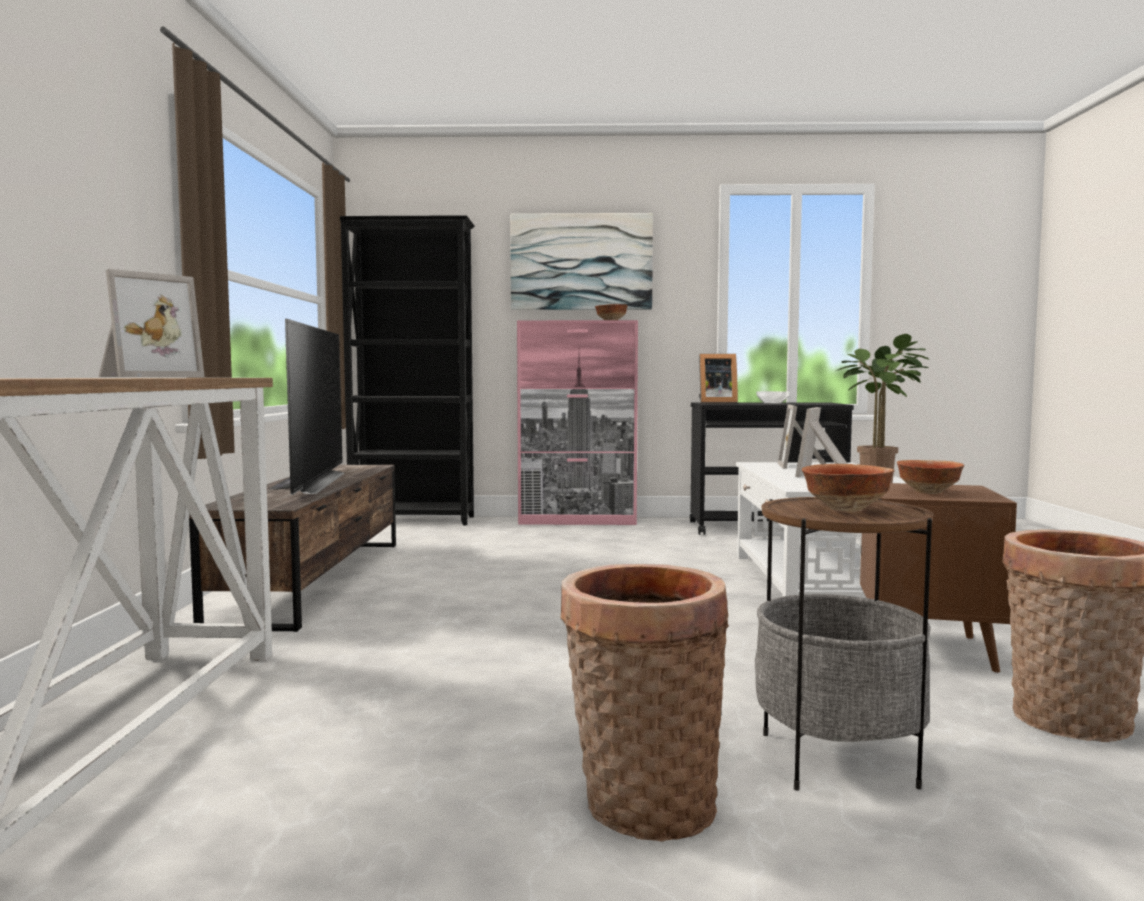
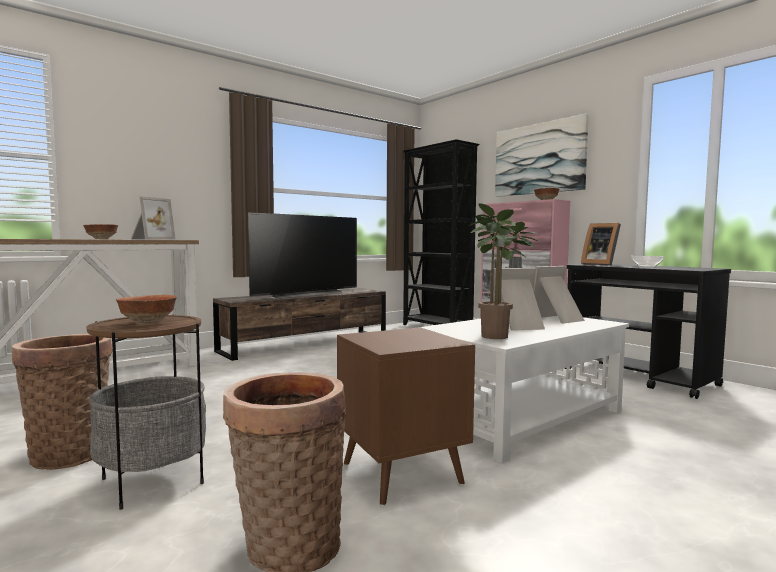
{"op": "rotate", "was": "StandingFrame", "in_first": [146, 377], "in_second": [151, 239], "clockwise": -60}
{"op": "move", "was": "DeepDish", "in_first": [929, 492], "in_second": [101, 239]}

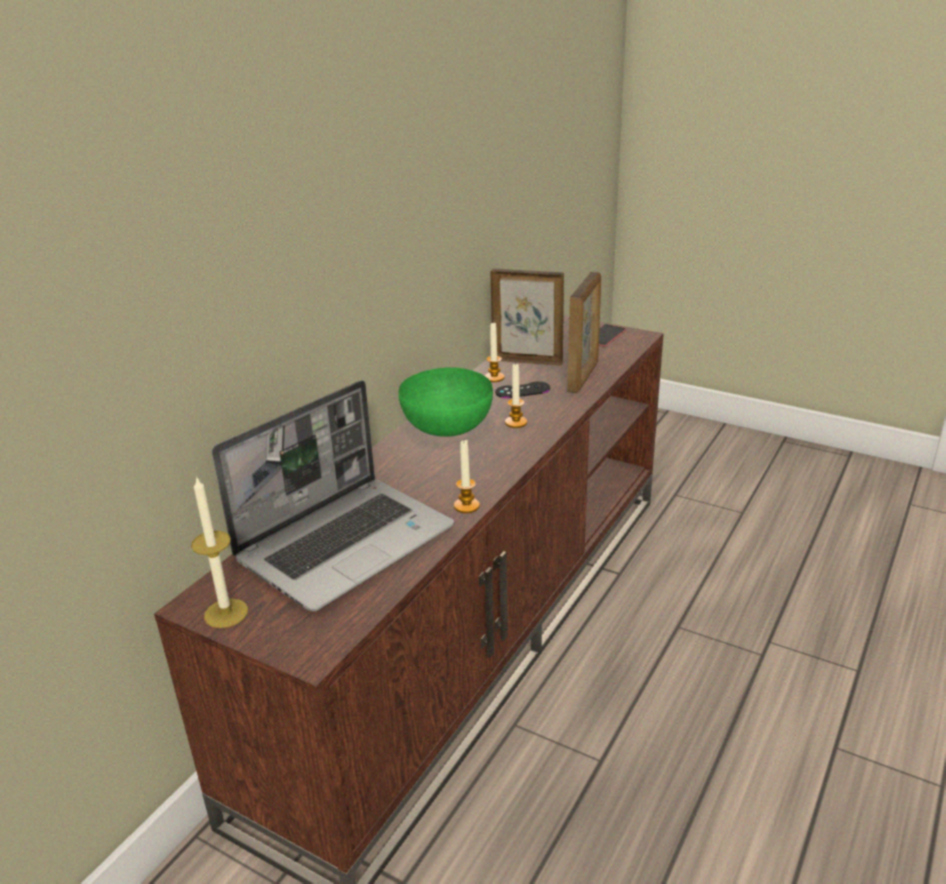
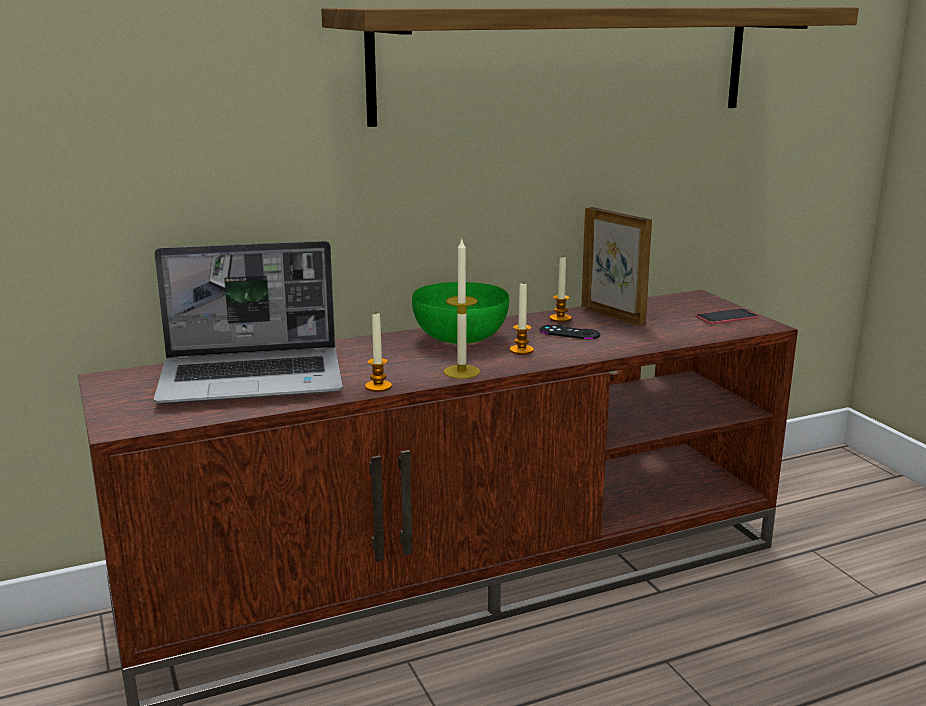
{"op": "delete", "was": "StandingFrame", "in_first": [583, 377]}
{"op": "move", "was": "WaxLight", "in_first": [226, 613], "in_second": [461, 372]}
{"op": "insert", "now": "BracketShelf", "in_second": [567, 62]}

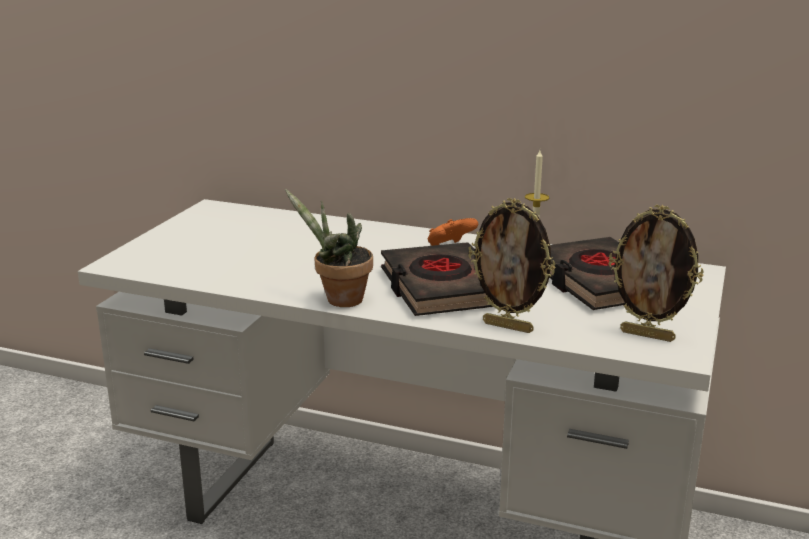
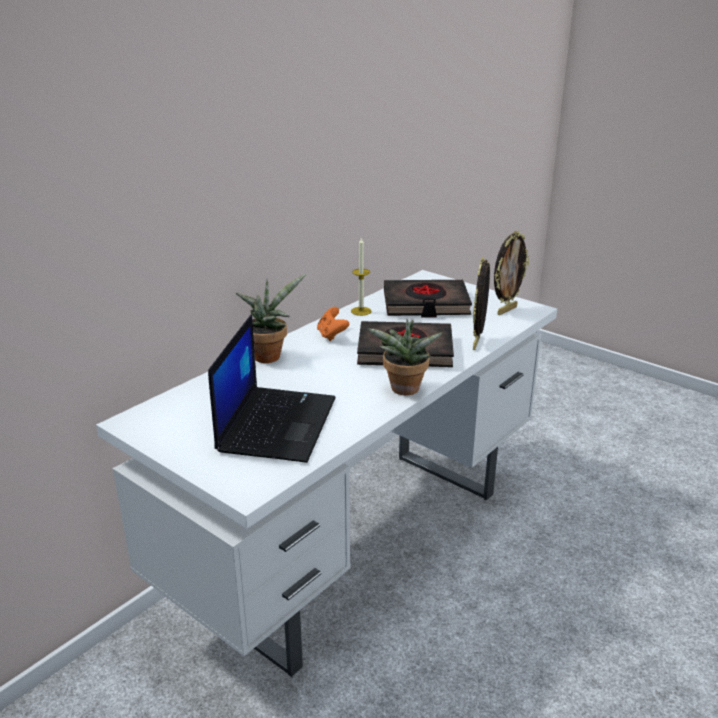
{"op": "rotate", "was": "StandingFrame", "in_first": [508, 327], "in_second": [477, 343], "clockwise": 150}
{"op": "insert", "now": "Houseplant", "in_second": [269, 355]}
{"op": "insert", "now": "PortableComputer", "in_second": [276, 423]}

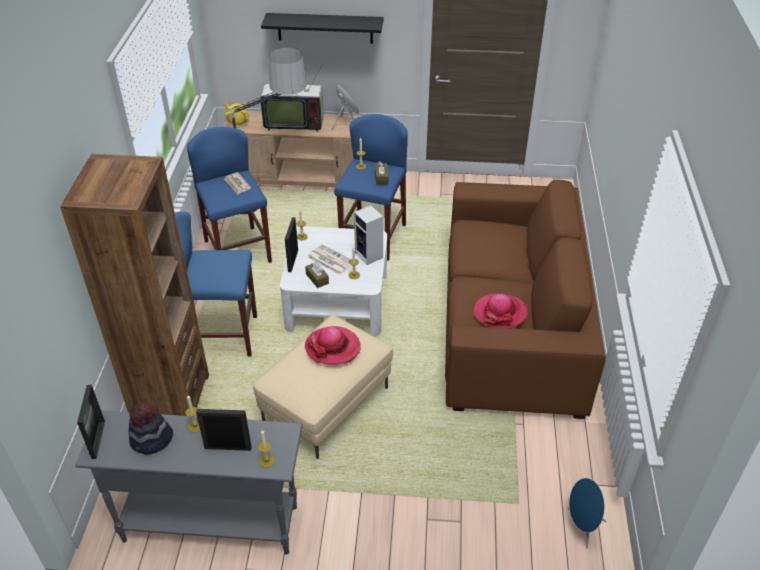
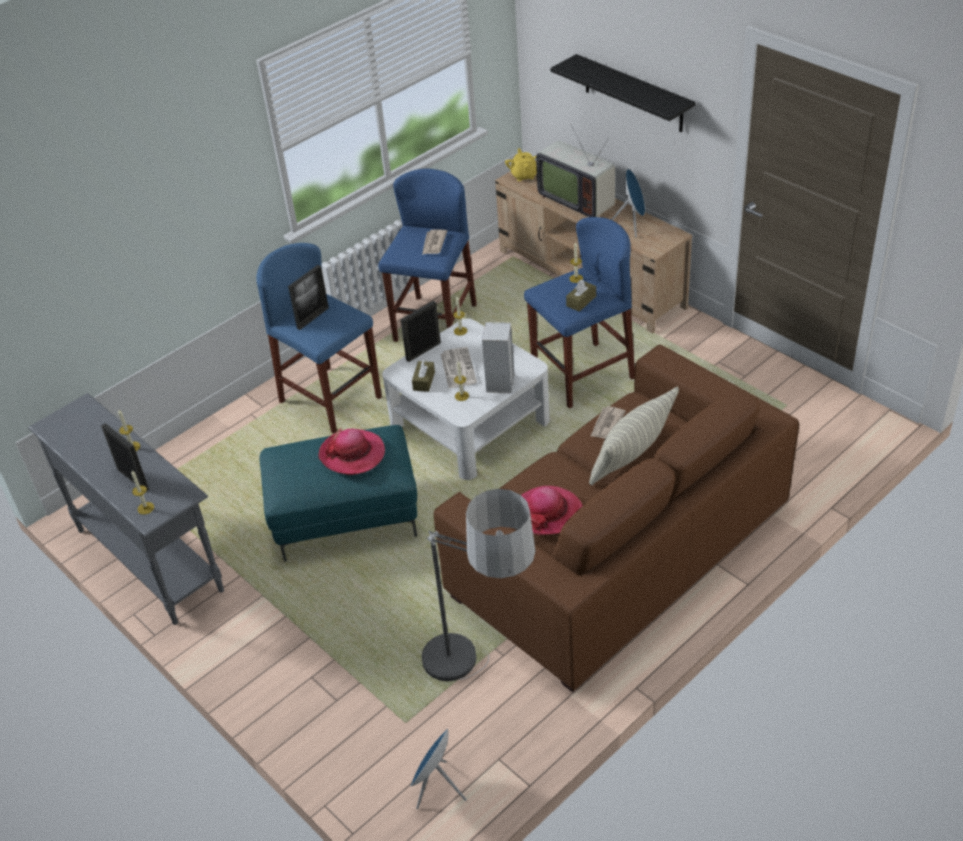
{"op": "move", "was": "StandardLamp", "in_first": [271, 206], "in_second": [482, 684]}
{"op": "delete", "was": "BrownColouredShelvingUnit", "in_first": [171, 400]}
{"op": "recolor", "was": "BeigeOttoman", "now": "TurquoiseColouredOttoman", "in_first": [327, 406], "in_second": [345, 519]}
{"op": "move", "was": "StandingFrame", "in_first": [98, 439], "in_second": [313, 318]}
{"op": "delete", "was": "Hat", "in_first": [151, 440]}
{"op": "insert", "now": "ThrowPillow", "in_second": [632, 457]}
{"op": "insert", "now": "DailyPaper", "in_second": [606, 424]}

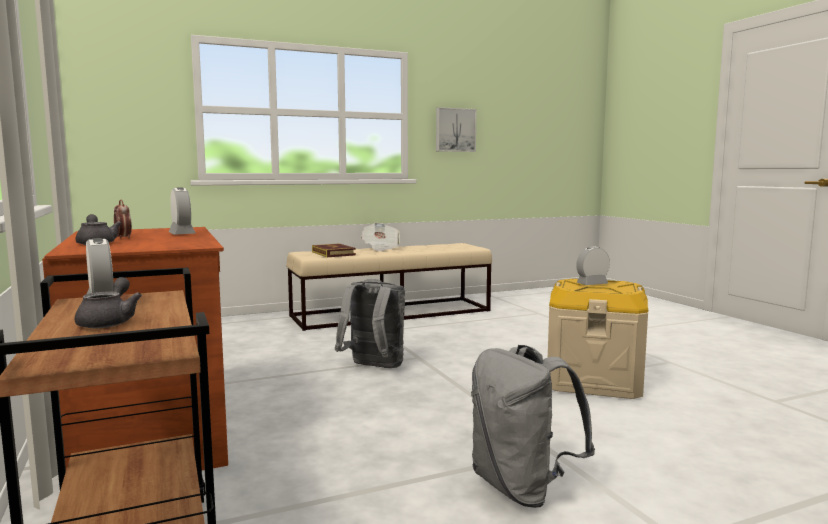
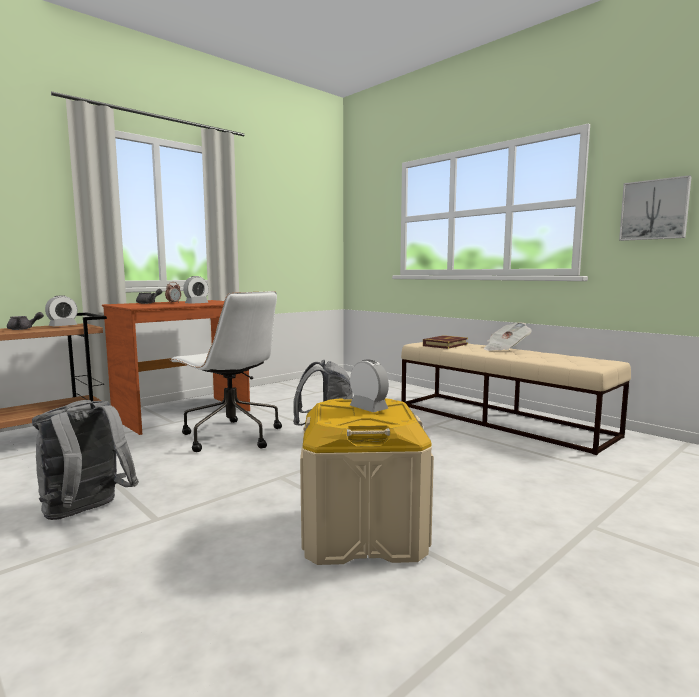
{"op": "insert", "now": "WhiteOfficeChair", "in_second": [230, 436]}

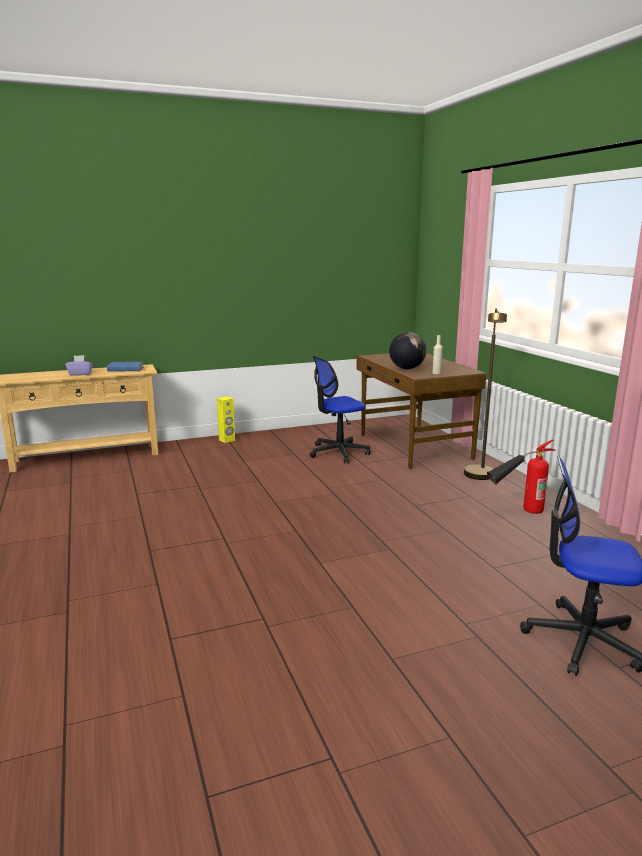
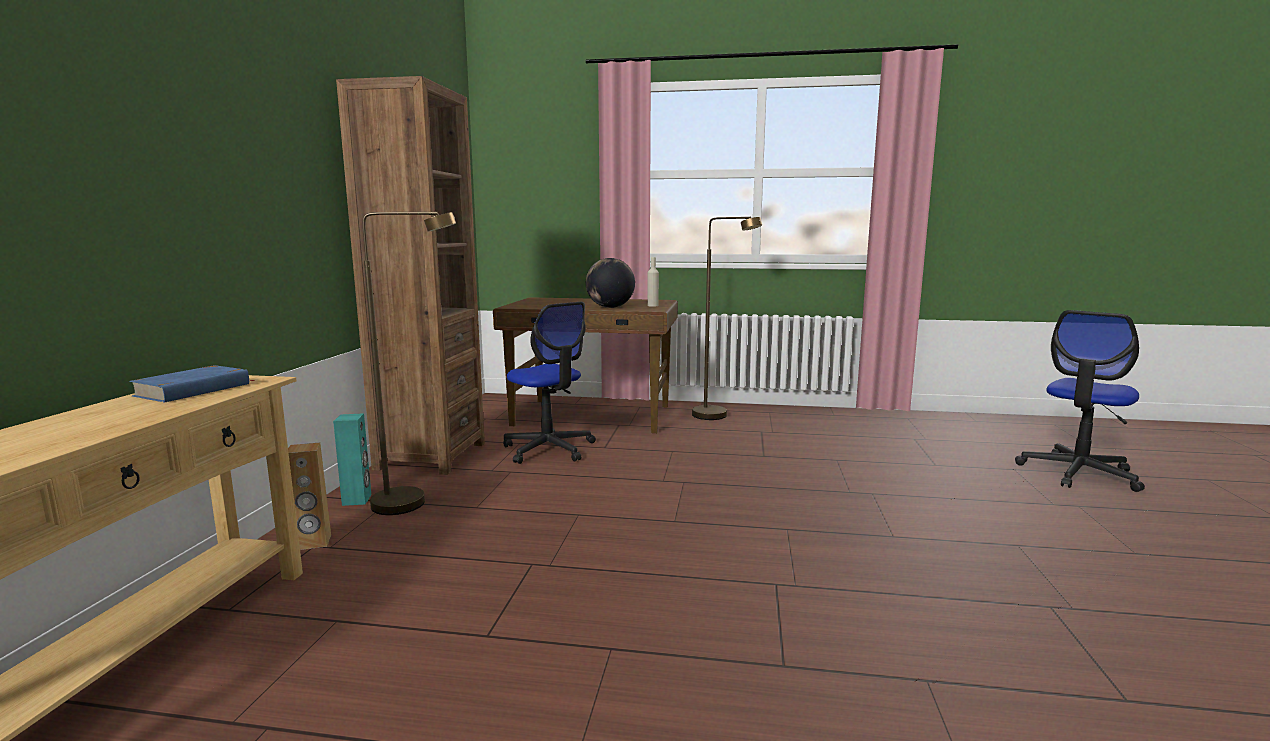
{"op": "delete", "was": "PurplishTissueBox", "in_first": [80, 374]}
{"op": "rotate", "was": "OfficeChair", "in_first": [338, 452], "in_second": [549, 449], "clockwise": -45}
{"op": "recolor", "was": "YellowishSpeaker", "now": "TurquoiseColouredSpeaker", "in_first": [227, 440], "in_second": [357, 500]}
{"op": "delete", "was": "Extinguisher", "in_first": [517, 511]}
{"op": "insert", "now": "BrownColouredShelvingUnit", "in_second": [431, 456]}
{"op": "insert", "now": "BrownColouredStandardLamp", "in_second": [414, 503]}
{"op": "insert", "now": "BrownColouredSpeaker", "in_second": [314, 542]}

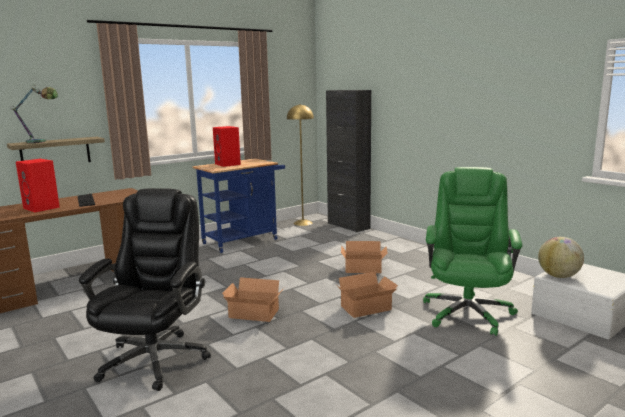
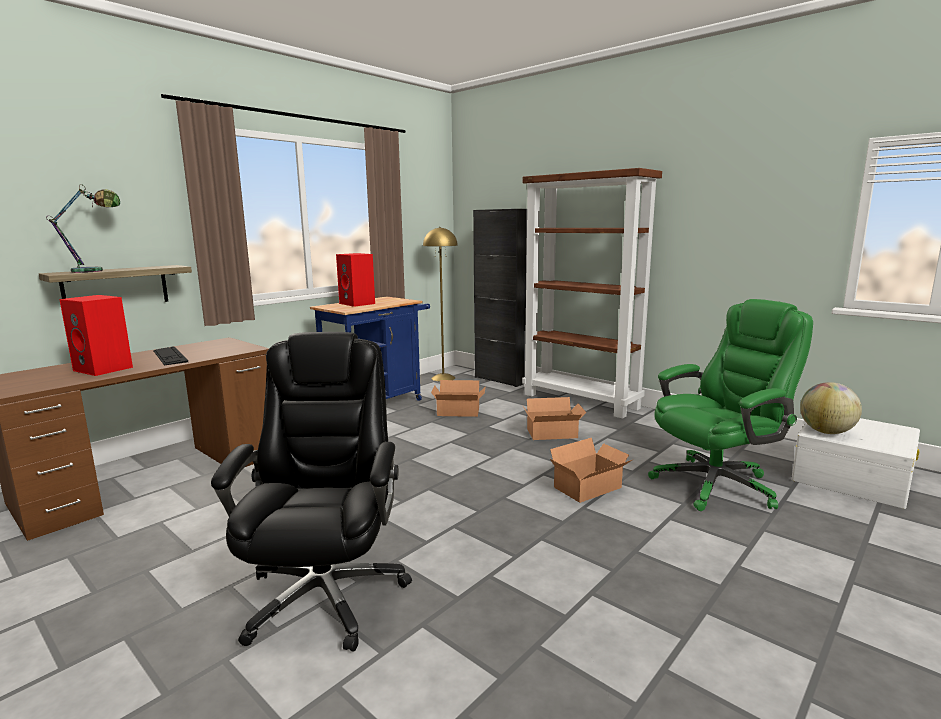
{"op": "rotate", "was": "GreenOfficeChair", "in_first": [467, 312], "in_second": [716, 484], "clockwise": 60}
{"op": "move", "was": "CardboardBox", "in_first": [254, 314], "in_second": [459, 412]}
{"op": "insert", "now": "BrownColouredShelvingUnit", "in_second": [581, 401]}

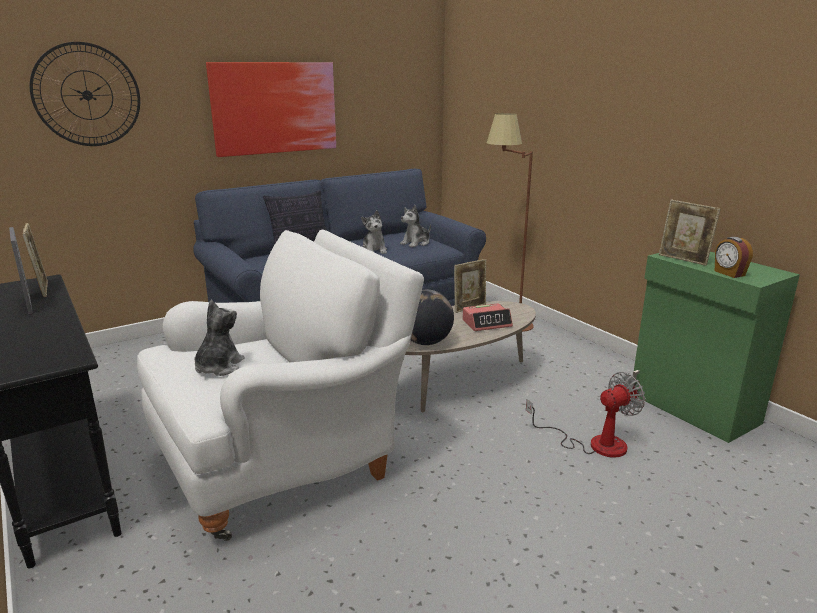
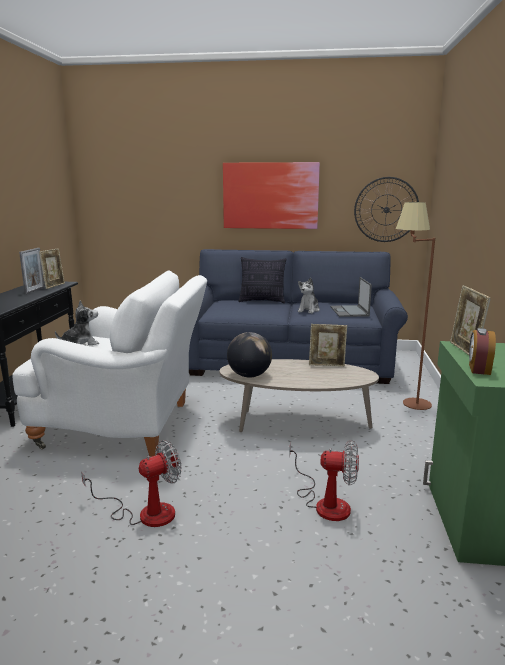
{"op": "move", "was": "WallClock", "in_first": [87, 95], "in_second": [386, 210]}
{"op": "replace", "was": "SoftToy", "now": "PortableComputer", "in_first": [416, 243], "in_second": [349, 311]}
{"op": "delete", "was": "AlarmClock", "in_first": [487, 323]}
{"op": "insert", "now": "Fan", "in_second": [145, 513]}

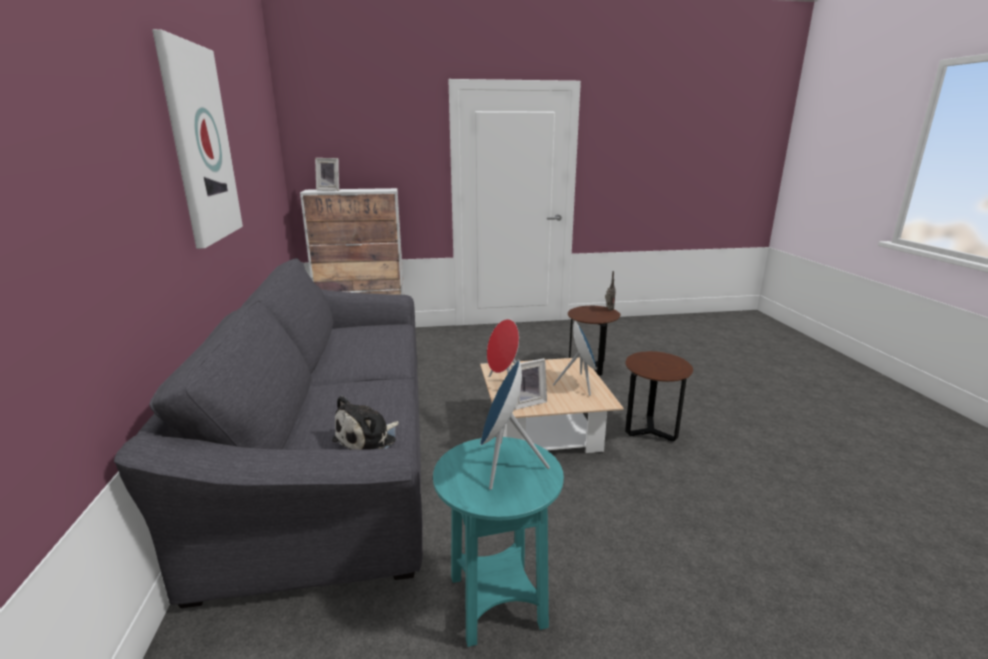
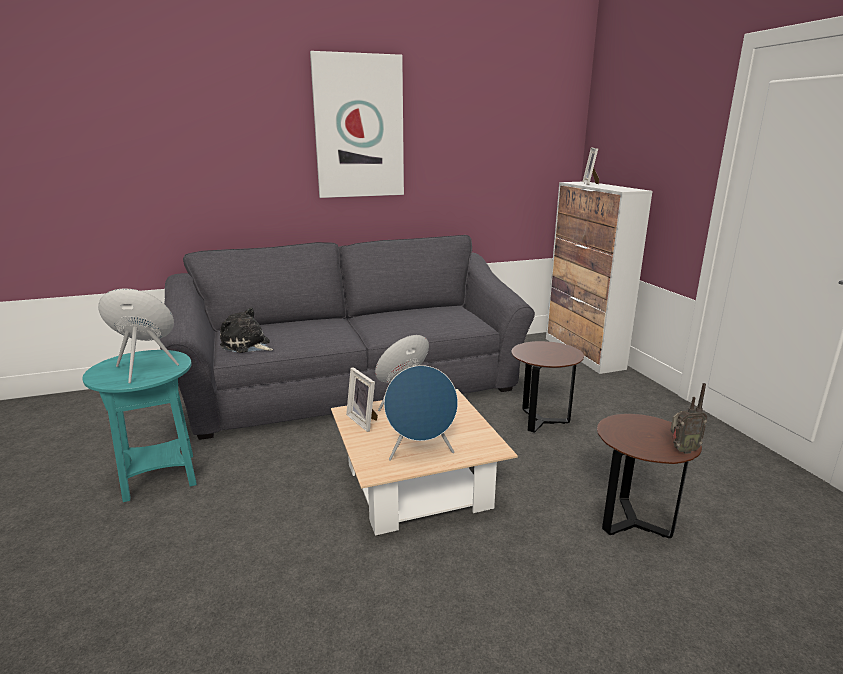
{"op": "move", "was": "BrownColouredSideTable", "in_first": [650, 431], "in_second": [541, 421]}

